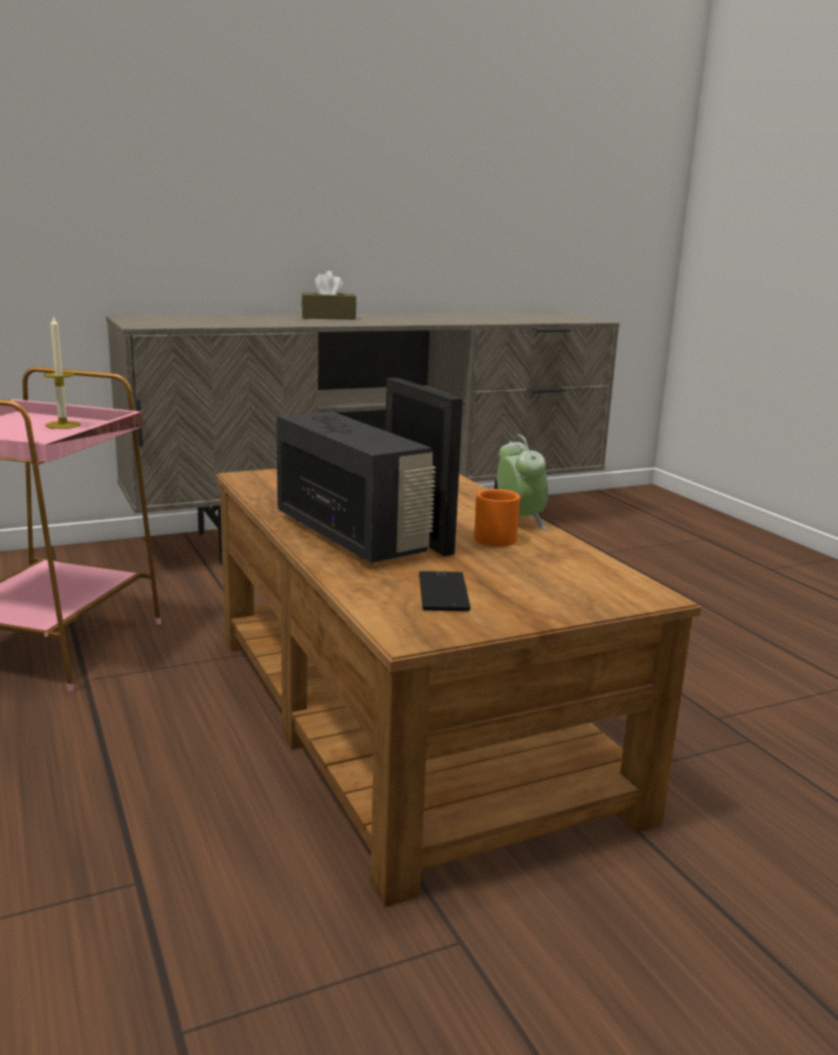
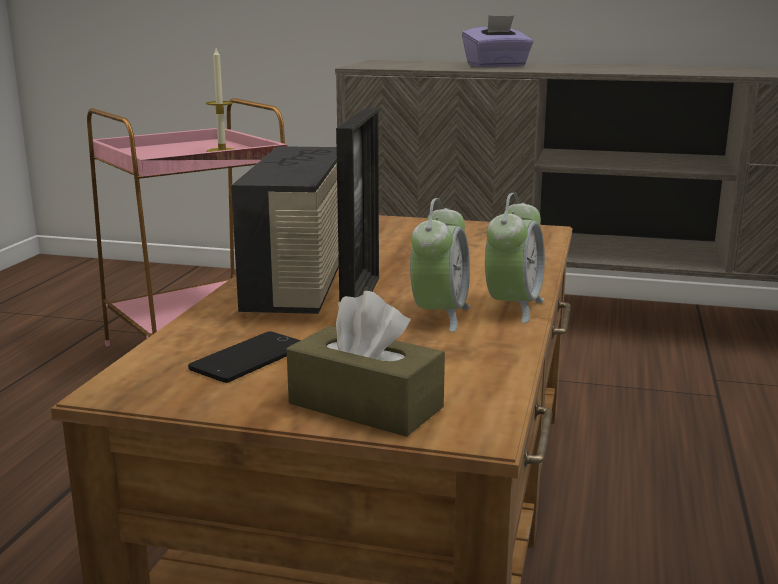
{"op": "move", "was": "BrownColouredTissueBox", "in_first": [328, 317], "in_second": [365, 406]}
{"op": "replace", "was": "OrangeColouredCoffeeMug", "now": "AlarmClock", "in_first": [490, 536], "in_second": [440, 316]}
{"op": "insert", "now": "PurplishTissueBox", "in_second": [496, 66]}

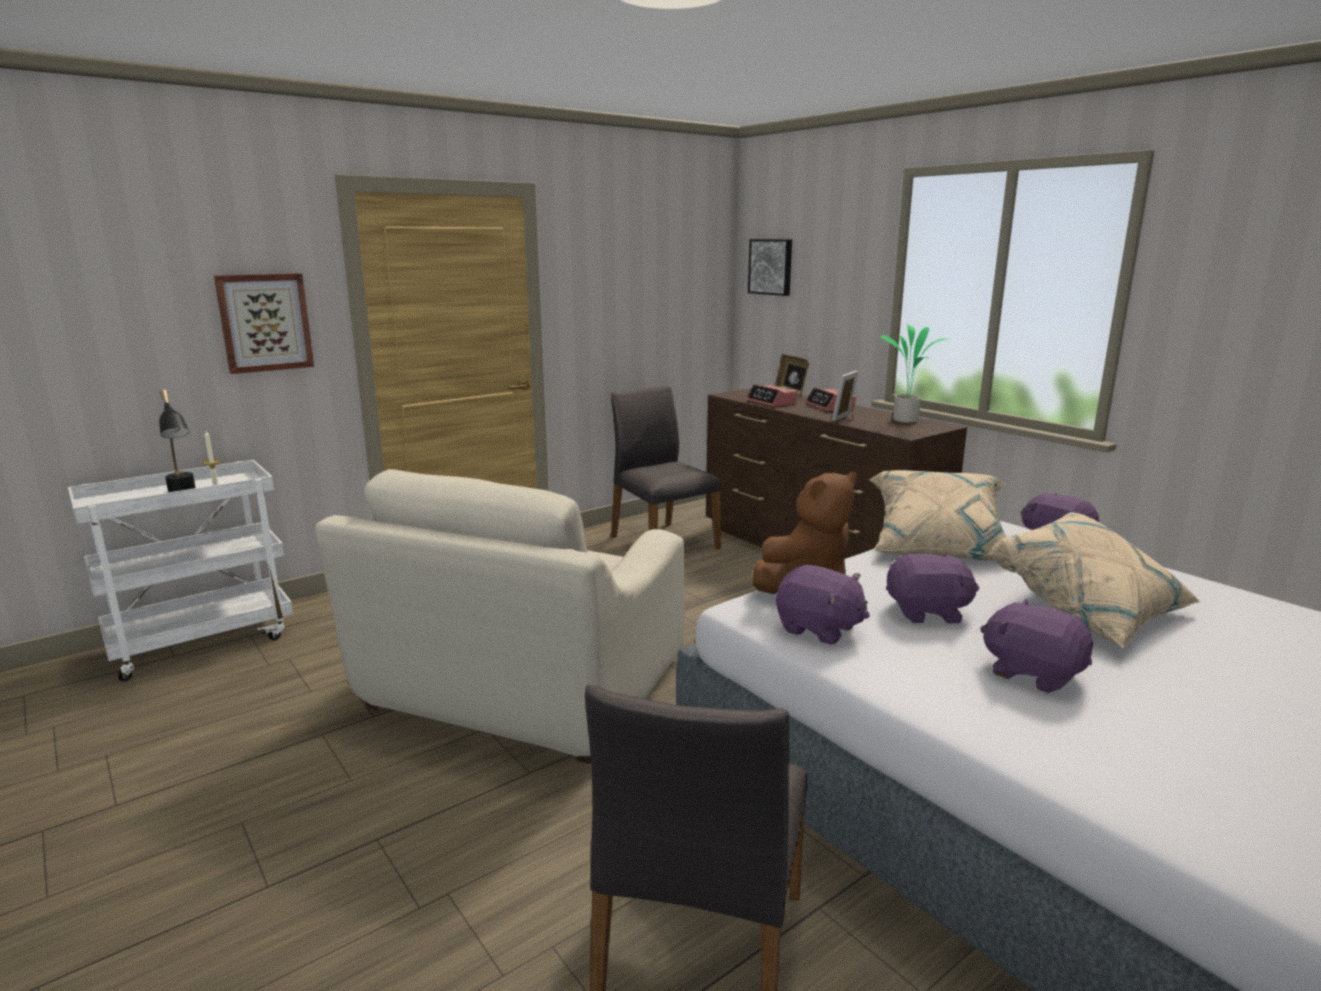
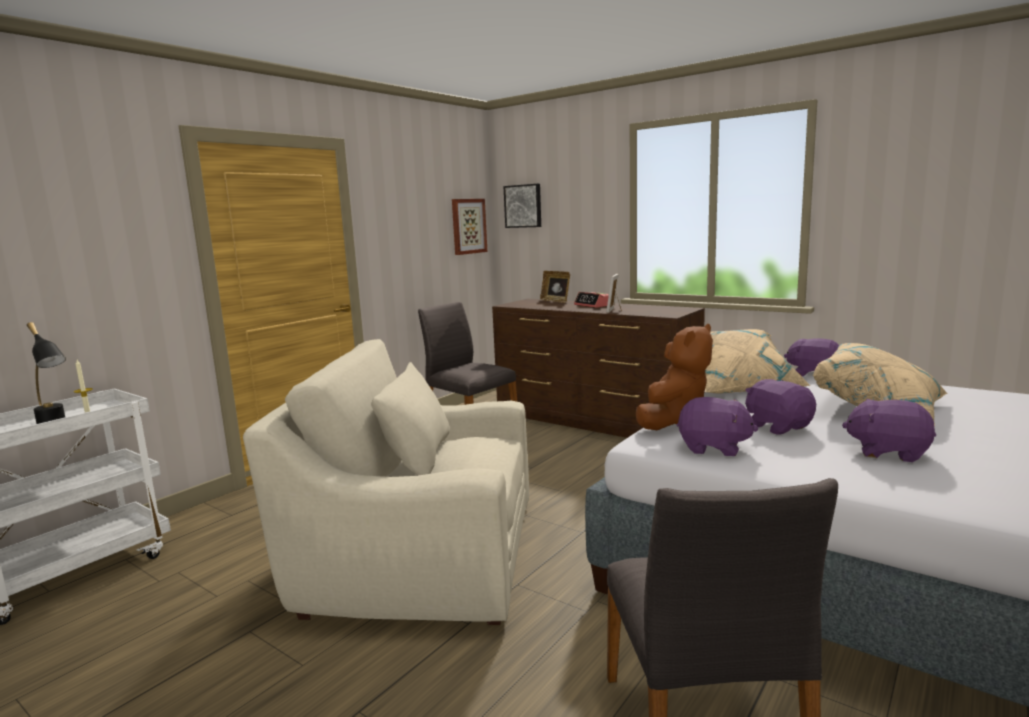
{"op": "move", "was": "WallPicture", "in_first": [265, 322], "in_second": [468, 226]}
{"op": "delete", "was": "Houseplant", "in_first": [907, 420]}
{"op": "delete", "was": "AlarmClock", "in_first": [772, 402]}
{"op": "rotate", "was": "BeigeLoungeChair", "in_first": [522, 686], "in_second": [419, 556], "clockwise": 90}
{"op": "rotate", "was": "PurplishSoftToy", "in_first": [927, 612], "in_second": [778, 426], "clockwise": -105}

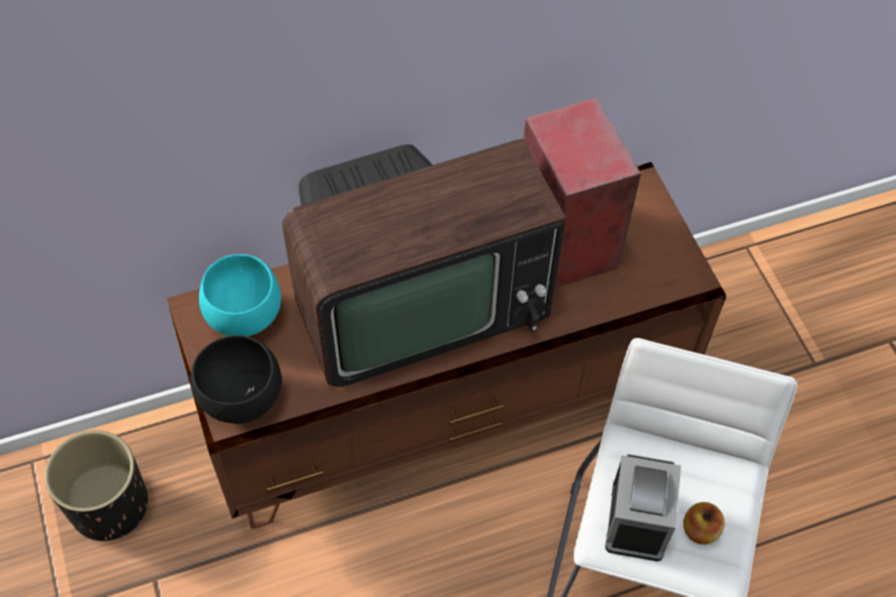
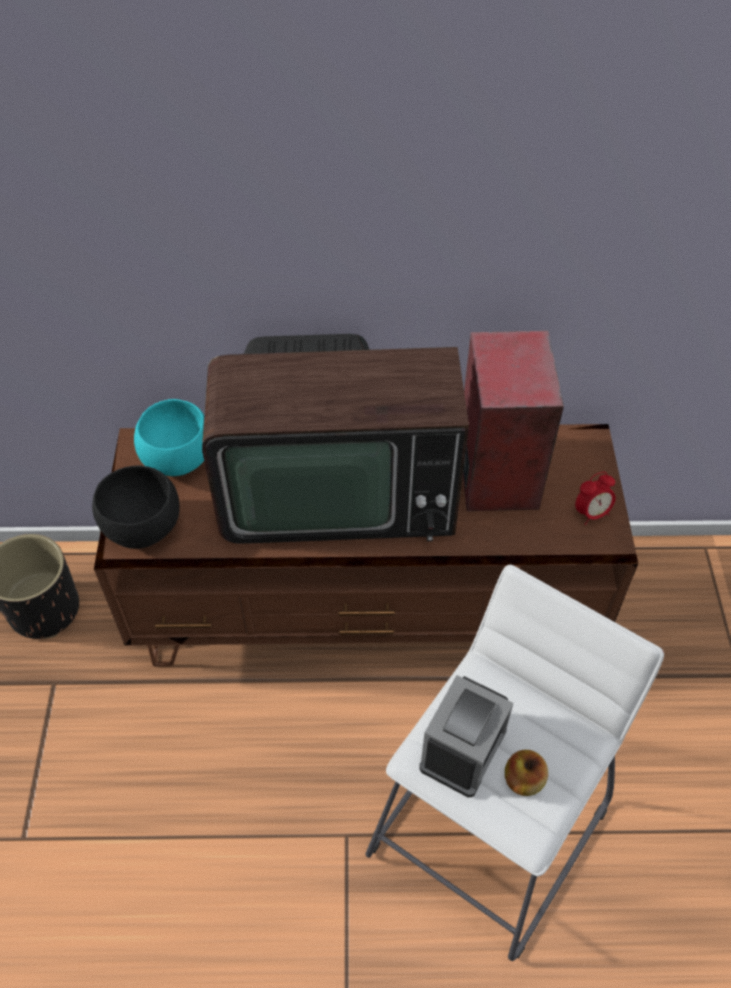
{"op": "insert", "now": "AlarmClock", "in_second": [591, 513]}

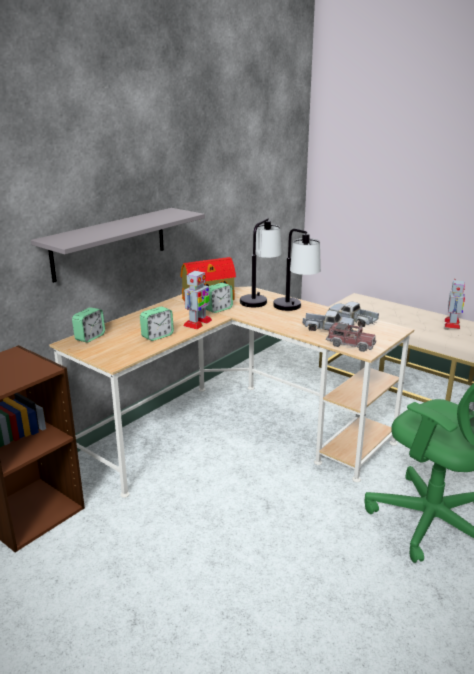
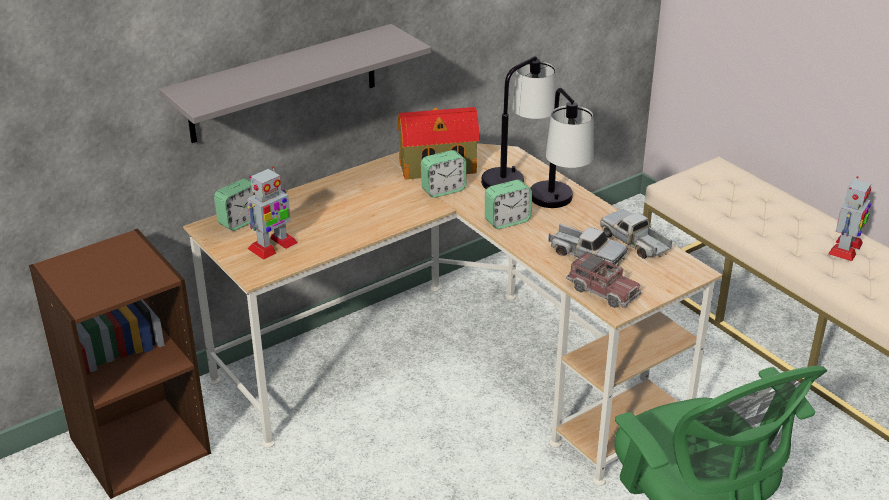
{"op": "move", "was": "ToyRobot", "in_first": [197, 323], "in_second": [272, 246]}
{"op": "move", "was": "AlarmClock", "in_first": [157, 336], "in_second": [507, 221]}

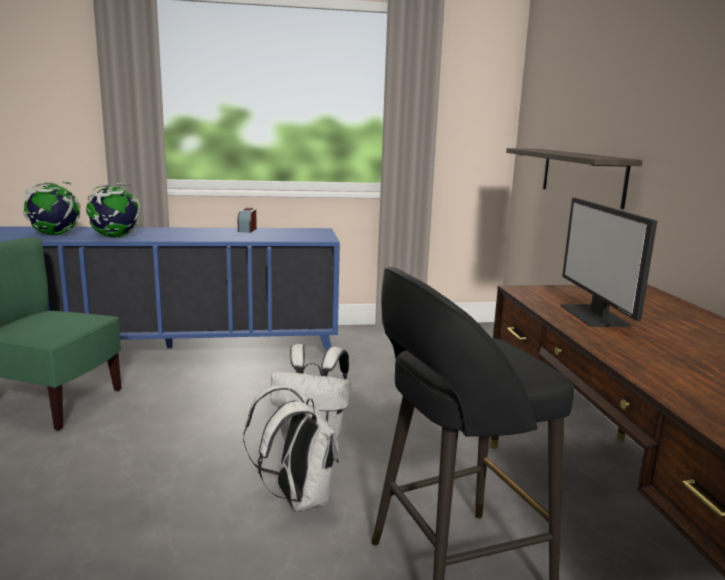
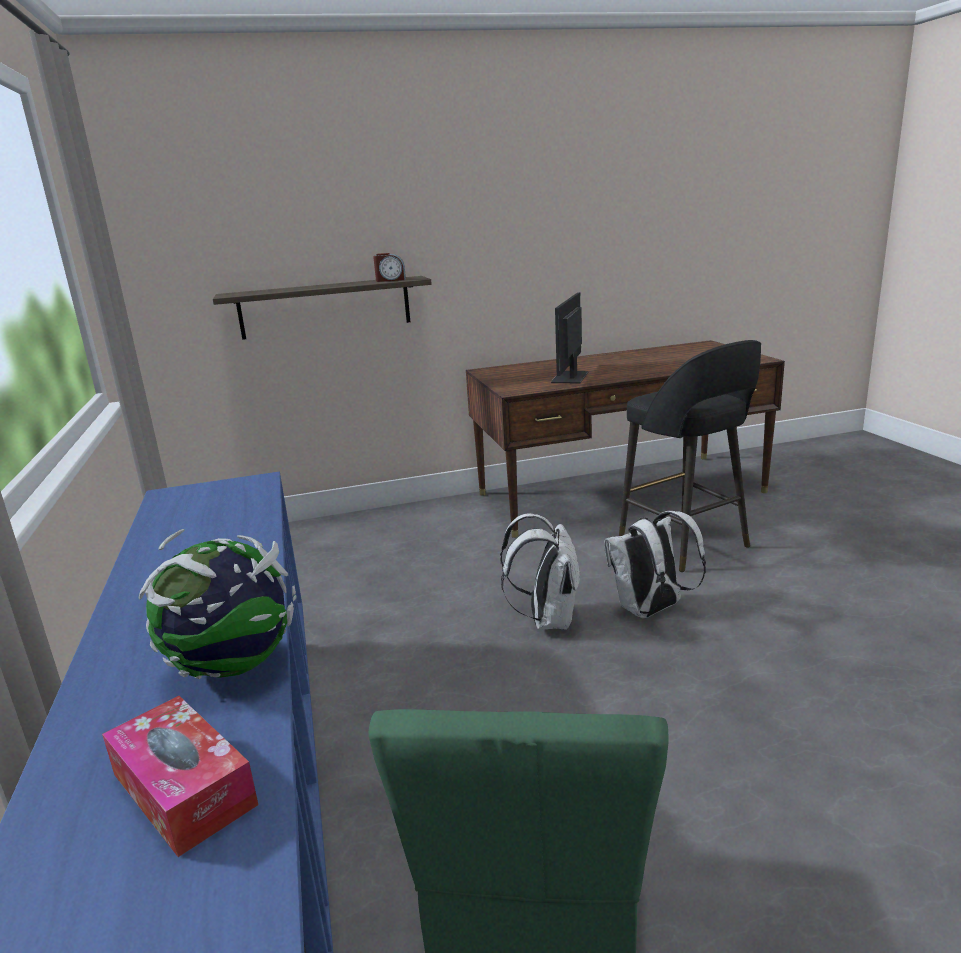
{"op": "replace", "was": "Globe", "now": "TissueBox", "in_first": [54, 234], "in_second": [184, 789]}
{"op": "rotate", "was": "ComputerScreen", "in_first": [596, 316], "in_second": [571, 377], "clockwise": 120}
{"op": "move", "was": "AlarmClock", "in_first": [247, 230], "in_second": [390, 280]}

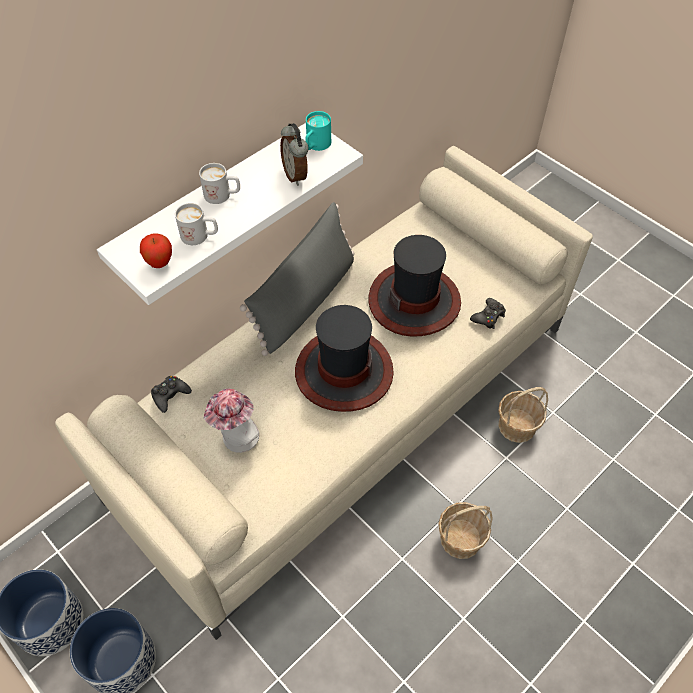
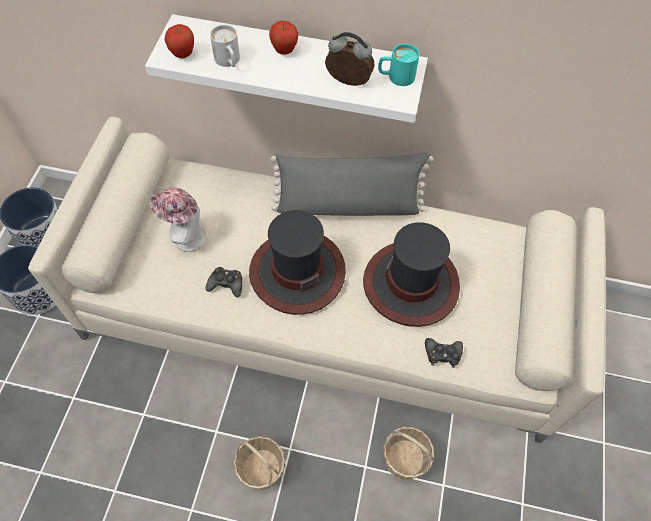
{"op": "rotate", "was": "AlarmClock", "in_first": [296, 175], "in_second": [348, 83], "clockwise": 75}
{"op": "replace", "was": "WhiteCoffeeMug", "now": "Apple", "in_first": [223, 195], "in_second": [284, 51]}
{"op": "move", "was": "BlackGamepad", "in_first": [170, 395], "in_second": [226, 284]}

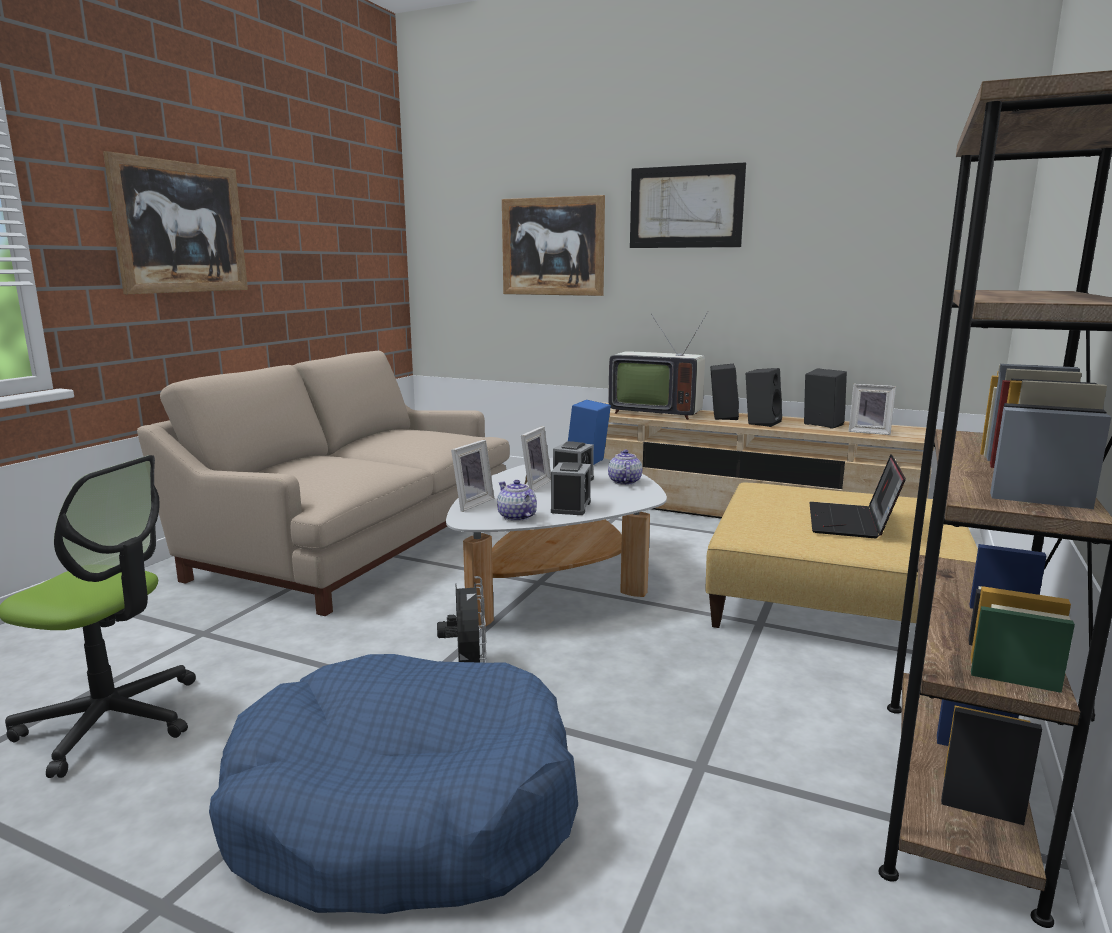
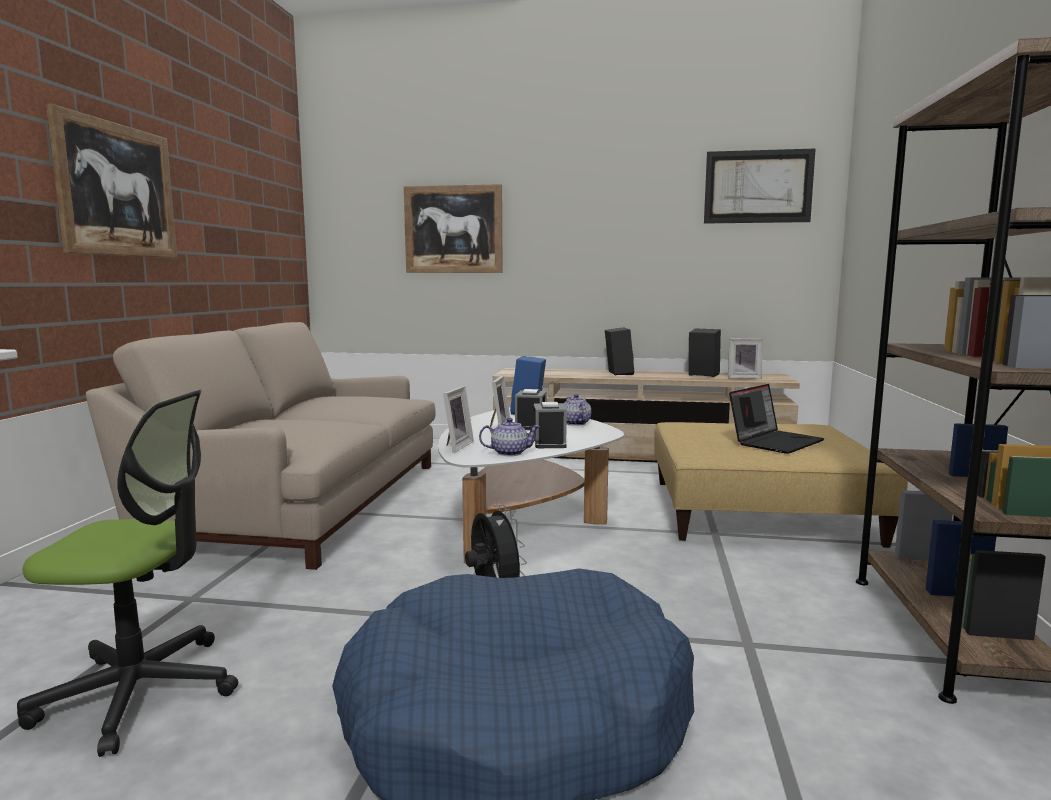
{"op": "move", "was": "WallPicture", "in_first": [685, 207], "in_second": [758, 186]}
{"op": "delete", "was": "TvSet", "in_first": [655, 412]}
{"op": "delete", "was": "BlackSpeaker", "in_first": [761, 422]}
{"op": "rotate", "was": "PortableComputer", "in_first": [852, 522], "in_second": [775, 442], "clockwise": -135}
{"op": "rotate", "was": "Teapot", "in_first": [516, 517], "in_second": [509, 453], "clockwise": 135}

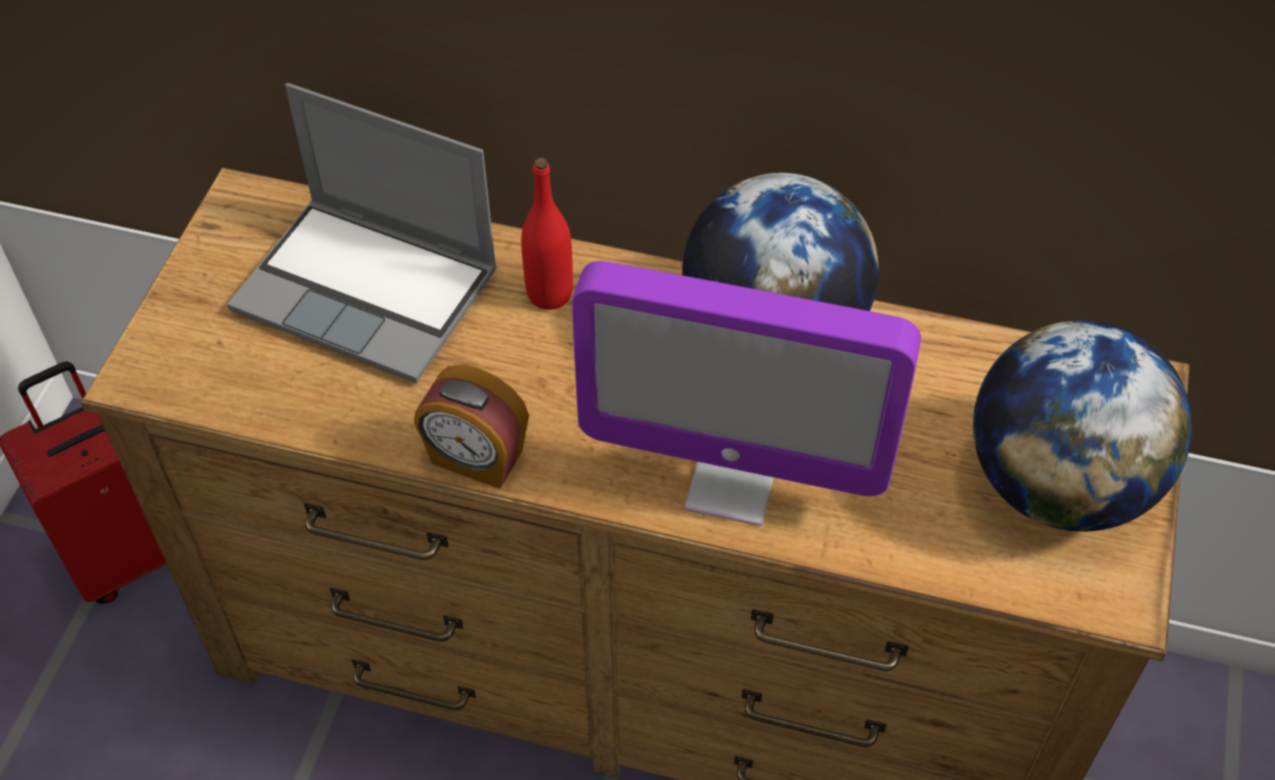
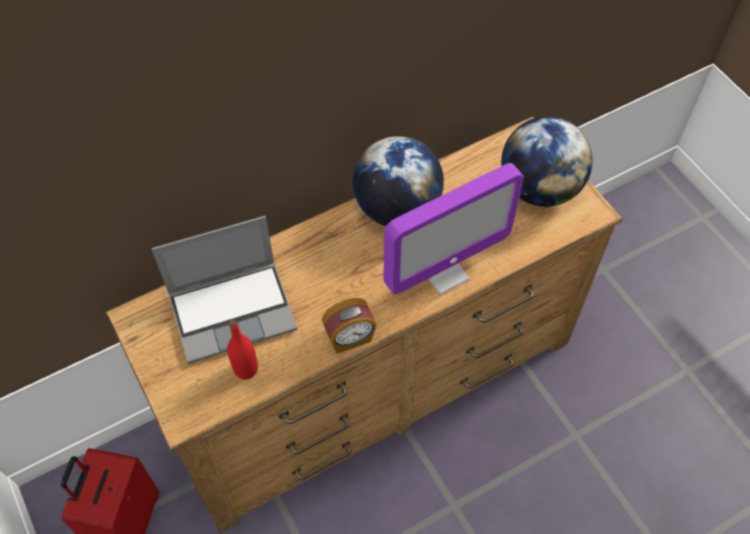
{"op": "move", "was": "RedDrinkBottle", "in_first": [549, 294], "in_second": [246, 369]}

